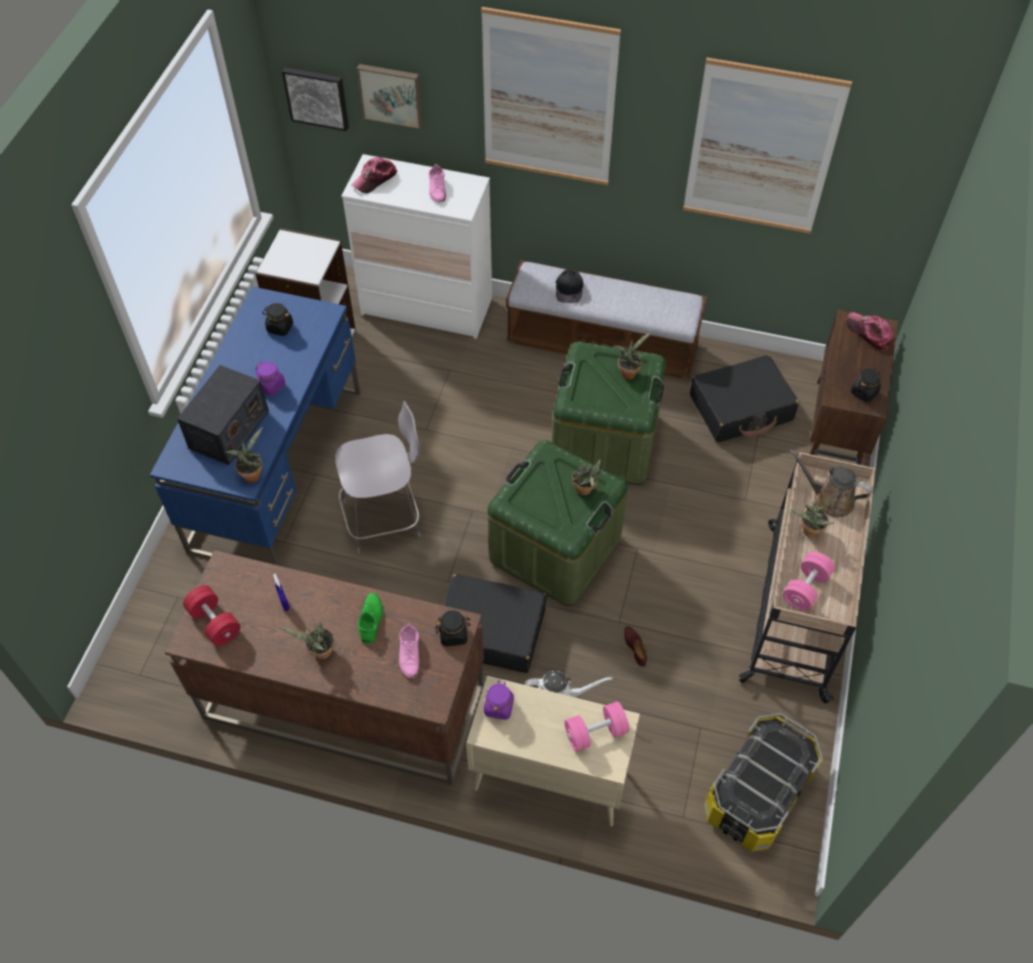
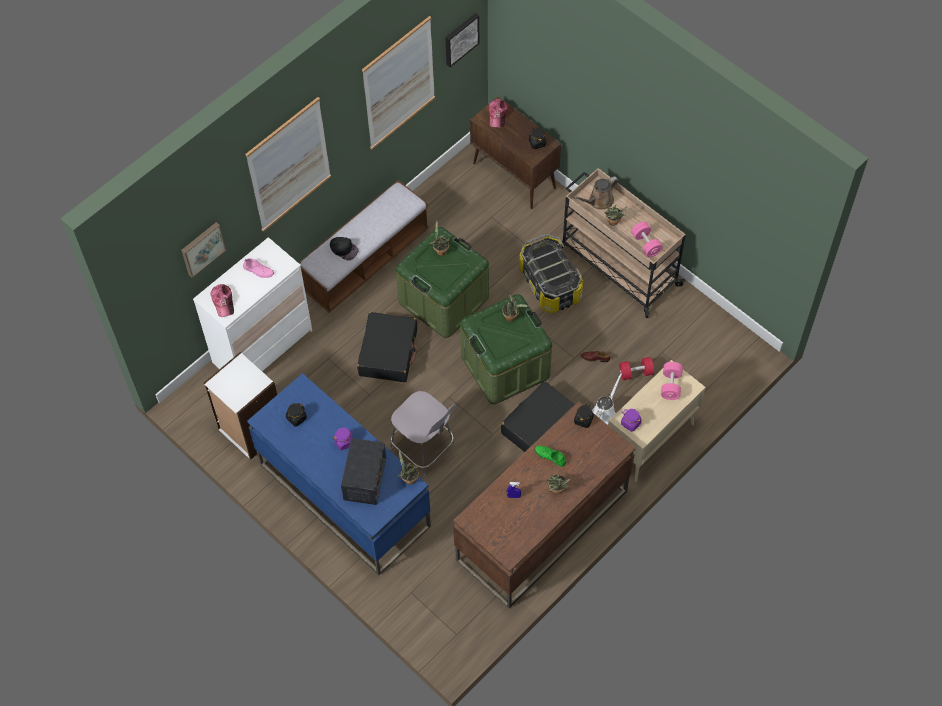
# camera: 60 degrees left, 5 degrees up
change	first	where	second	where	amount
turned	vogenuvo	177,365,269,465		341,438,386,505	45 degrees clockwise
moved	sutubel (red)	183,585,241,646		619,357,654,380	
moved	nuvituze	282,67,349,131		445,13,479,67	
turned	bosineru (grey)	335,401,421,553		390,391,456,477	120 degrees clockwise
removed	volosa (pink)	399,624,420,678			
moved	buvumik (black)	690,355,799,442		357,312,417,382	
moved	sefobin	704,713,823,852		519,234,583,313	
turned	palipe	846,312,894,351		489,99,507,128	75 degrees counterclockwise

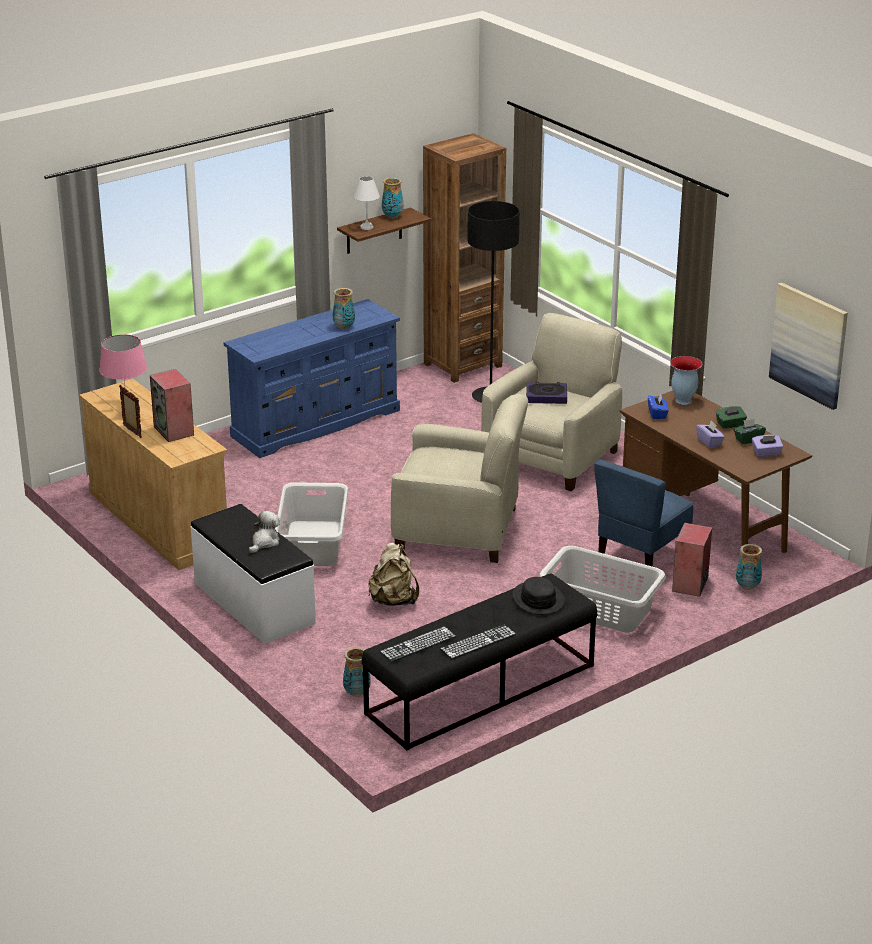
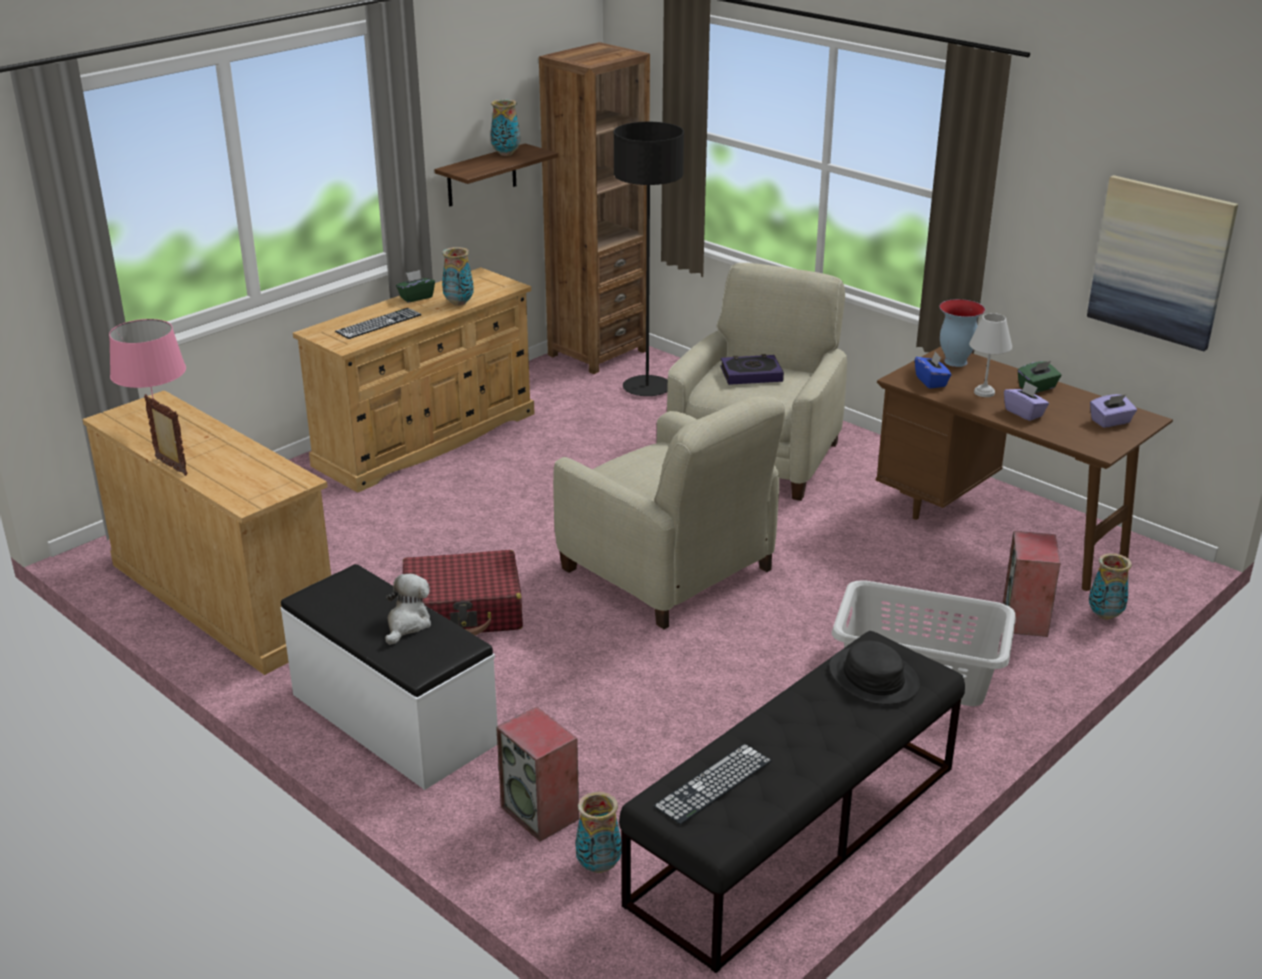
# camera: 10 degrees left, 0 degrees up
change	first	where	second	where	amount
moved	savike	150,369,194,442		496,706,579,842	
recoloured	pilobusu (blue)	224,299,400,458	pilobusu (beige)	293,267,535,493	
replaced	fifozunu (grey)	275,482,348,566	buvumik (red)	403,550,523,635	
moved	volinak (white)	353,176,380,230		969,313,1012,397	
removed	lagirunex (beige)	368,543,419,606			
turned	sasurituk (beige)	391,394,528,563		553,396,785,629	45 degrees clockwise
moved	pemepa	440,624,516,659		335,308,422,339	
removed	bosineru (blue)	594,459,694,566			
moved	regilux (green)	734,419,766,444		396,270,435,302	

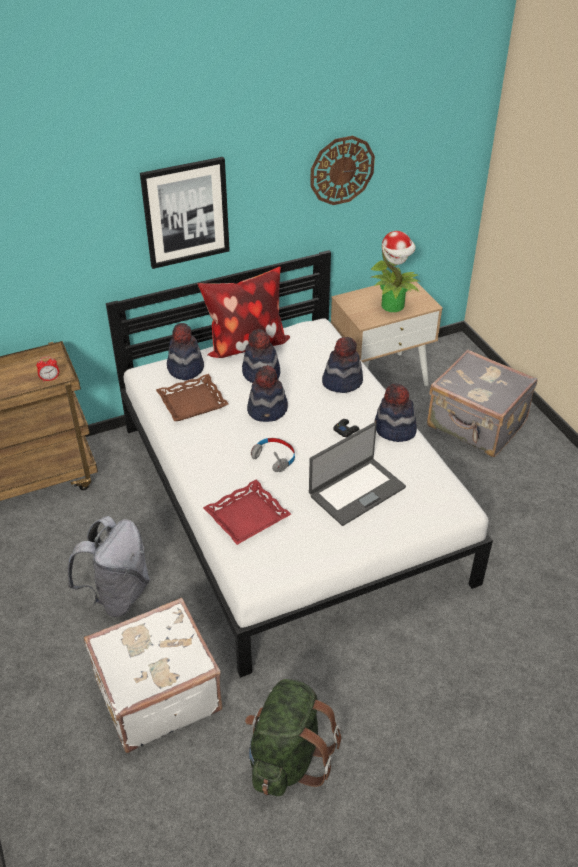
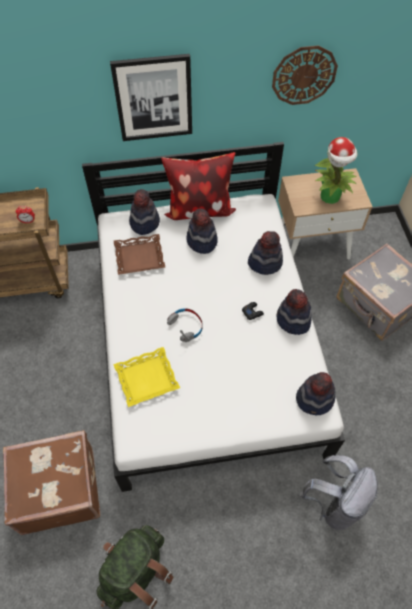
# camera: 15 degrees right, 15 degrees up
change	first	where	second	where	amount
moved	lagirunex (grey)	67,516,150,617		300,455,378,530	
recoloured	buvumik (white)	84,598,222,753	buvumik (brown)	3,430,100,535	
recoloured	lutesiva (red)	203,479,291,545	lutesiva (yellow)	113,347,180,407	
moved	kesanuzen	247,365,288,422		296,372,335,415	
removed	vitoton	309,423,406,526			

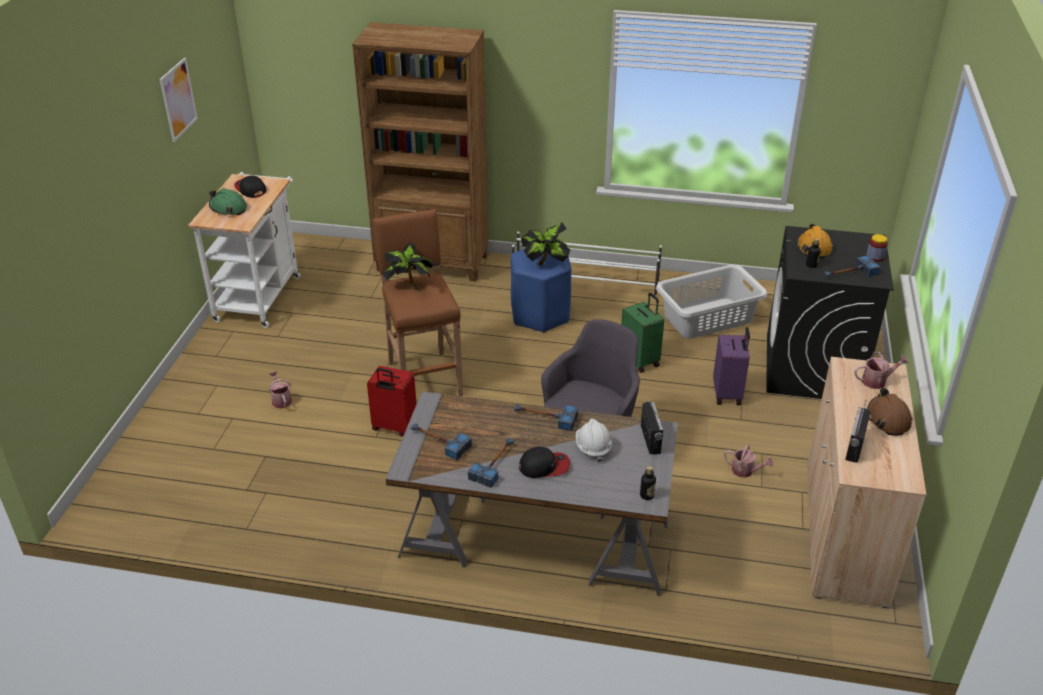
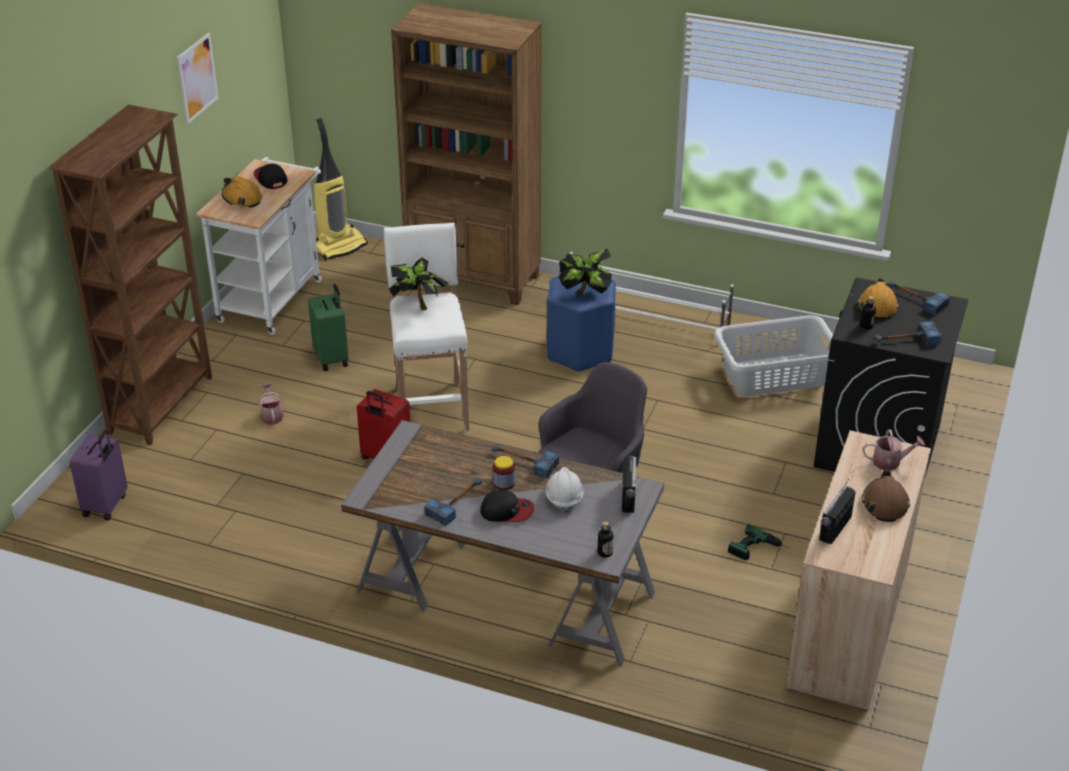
# camera: 10 degrees right, 0 degrees up
change	first	where	second	where	amount
recoloured	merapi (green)	209,188,247,215	merapi (orange)	222,176,262,208	
recoloured	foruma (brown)	373,209,463,396	foruma (white)	384,223,469,433	
moved	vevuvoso	411,423,472,460		888,281,950,315	
moved	buvumik (green)	621,293,664,373		308,284,349,371	
moved	buvumik (purple)	713,327,750,405		70,430,127,521	
replaced	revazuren	724,445,773,478	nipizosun	728,525,790,560	
moved	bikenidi	866,234,888,262		493,456,515,490	
added			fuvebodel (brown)	48,105,212,445	
added			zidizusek	314,118,368,260	

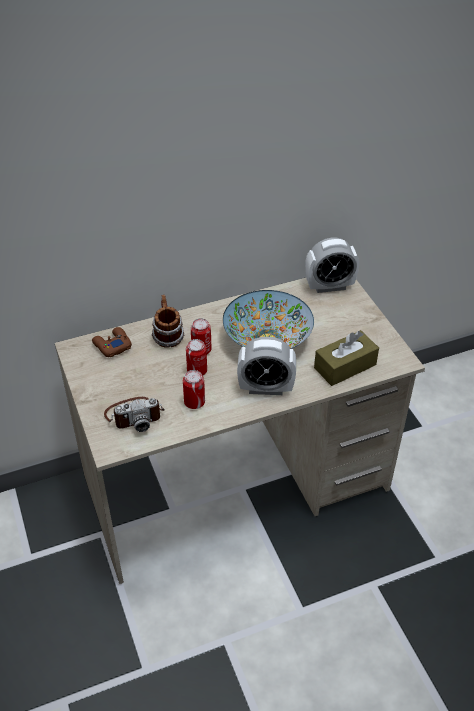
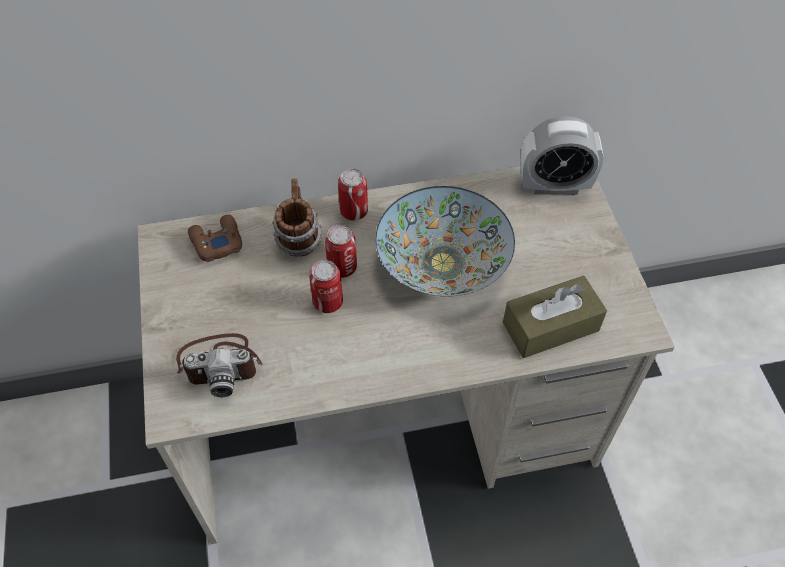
# camera: 10 degrees right, 10 degrees up
change	first	where	second	where	amount
moved	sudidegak	183,370,205,409		338,168,368,220	
removed	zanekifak	237,337,296,395			

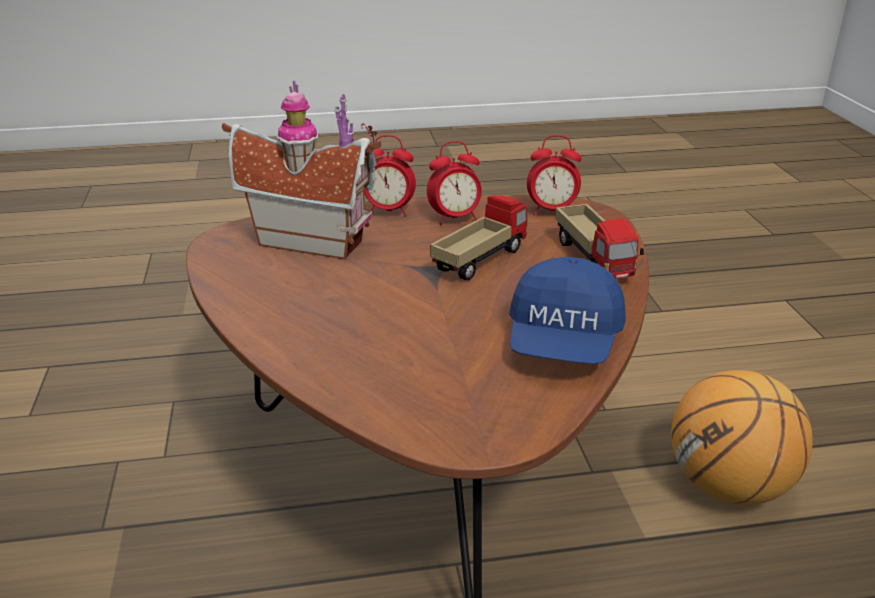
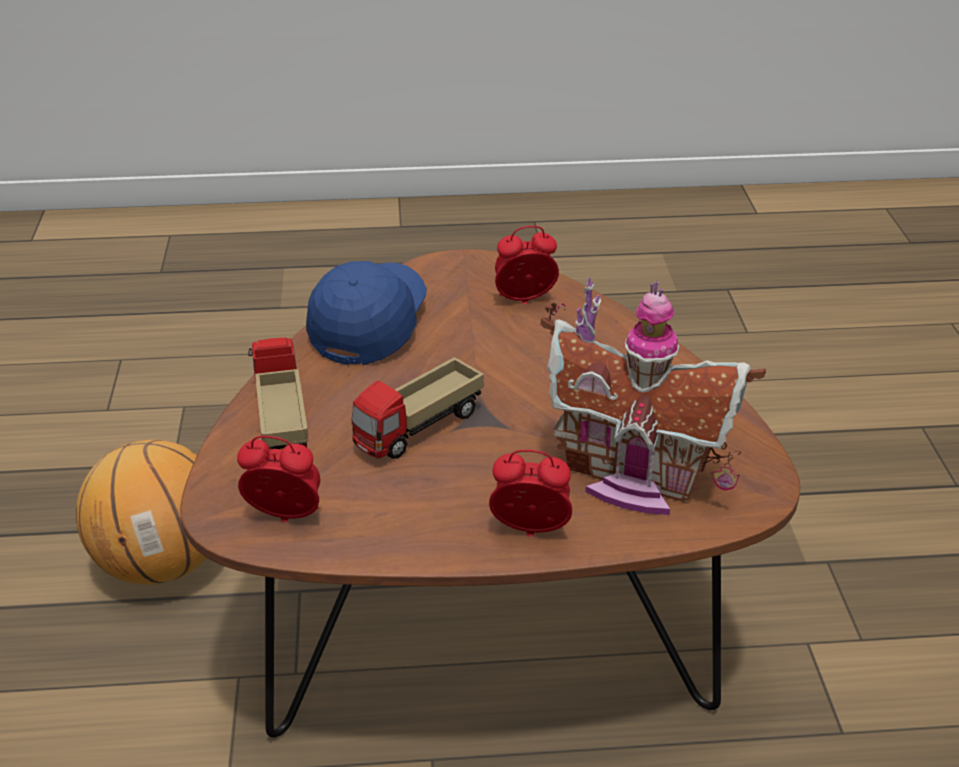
# camera: 175 degrees left, 5 degrees up
change	first	where	second	where	amount
moved	zanekifak	427,141,482,225		495,226,559,304	

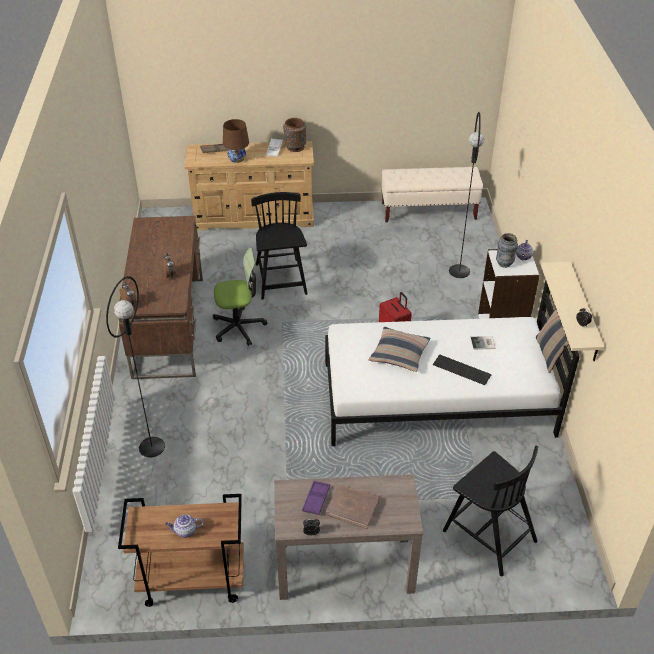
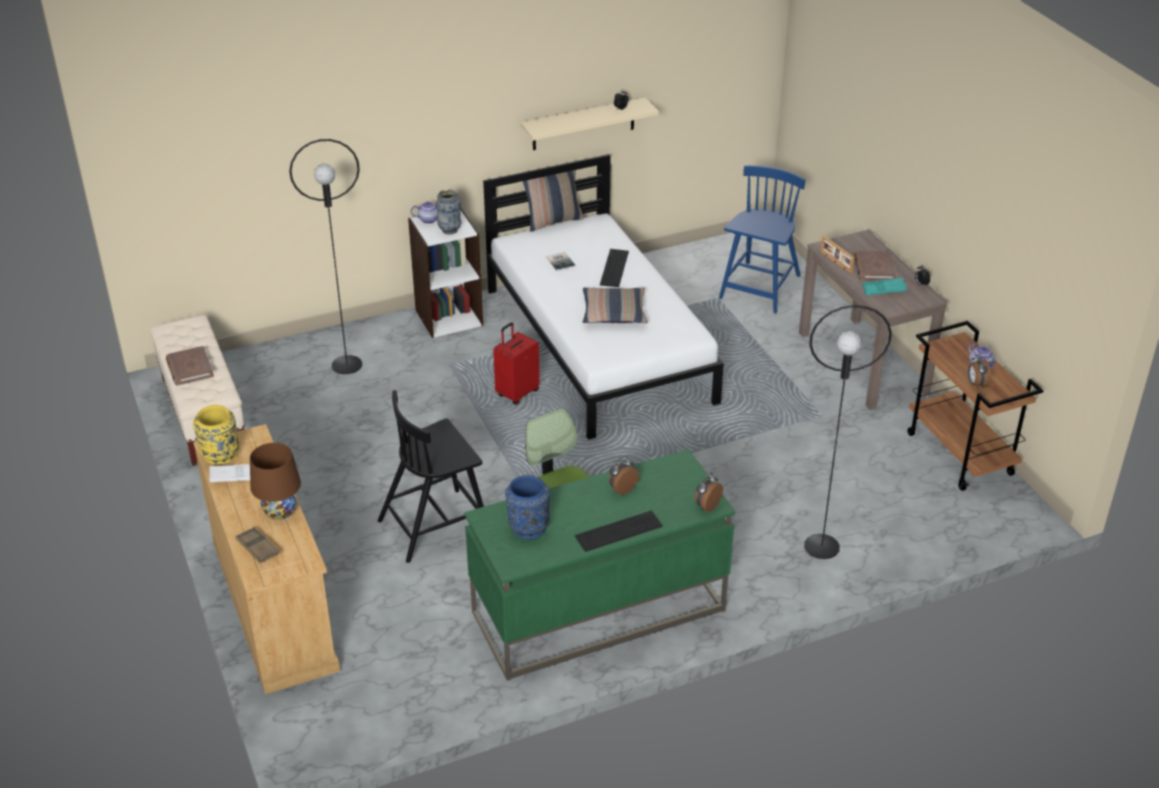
# camera: 110 degrees left, 5 degrees down
change	first	where	second	where	amount
recoloured	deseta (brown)	119,216,203,379	deseta (green)	464,449,736,681	
recoloured	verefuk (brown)	283,118,306,152	verefuk (yellow)	193,405,239,465	
recoloured	lutesiva (purple)	302,481,330,515	lutesiva (turquoise)	862,278,907,295	
recoloured	bosineru (black)	443,446,538,576	bosineru (blue)	719,165,805,313	
added			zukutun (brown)	166,346,214,385	
added			verefuk (blue)	505,475,550,539	
added			pemepa	575,510,663,552	
added			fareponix	821,236,854,274	
added			zanekifak	968,353,991,389	

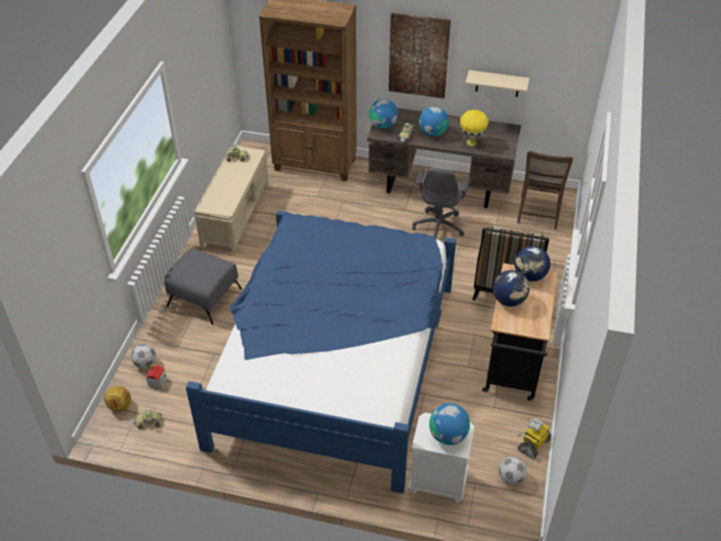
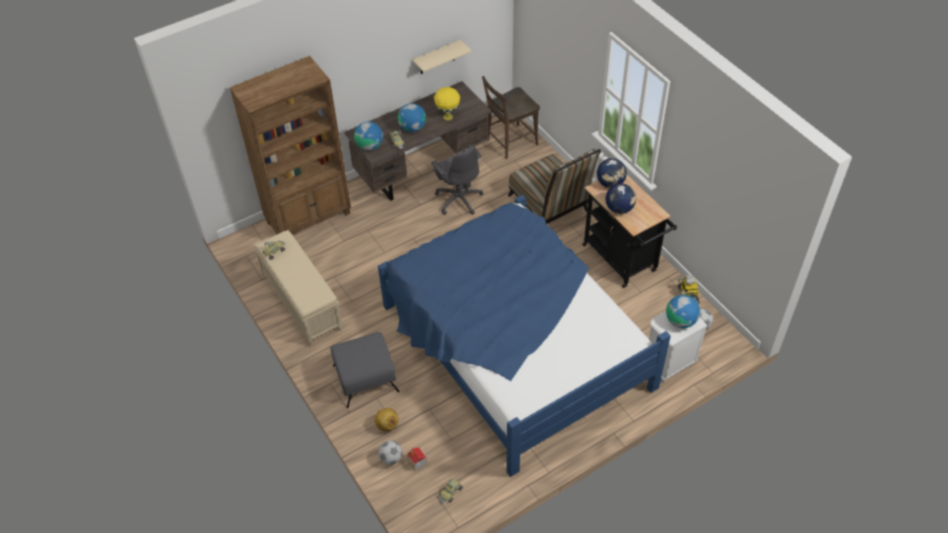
# camera: 45 degrees left, 5 degrees up
change	first	where	second	where	amount
moved	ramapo	104,386,131,412		375,408,399,431	
removed	nuvituze	389,13,451,99			
turned	bosineru (brown)	517,151,573,229		482,76,540,159	90 degrees clockwise

